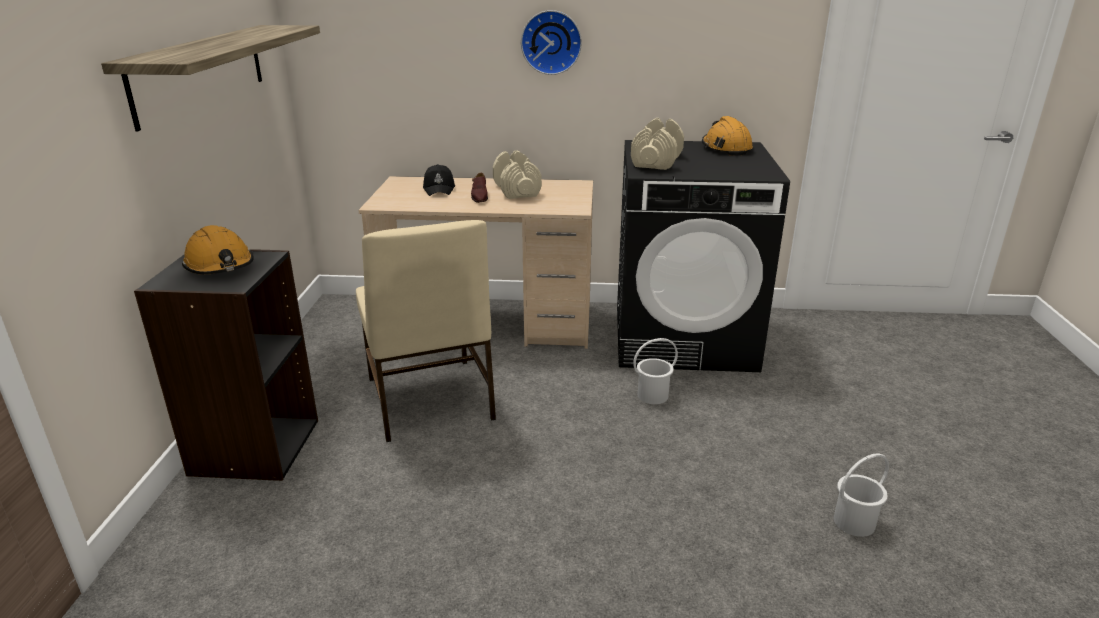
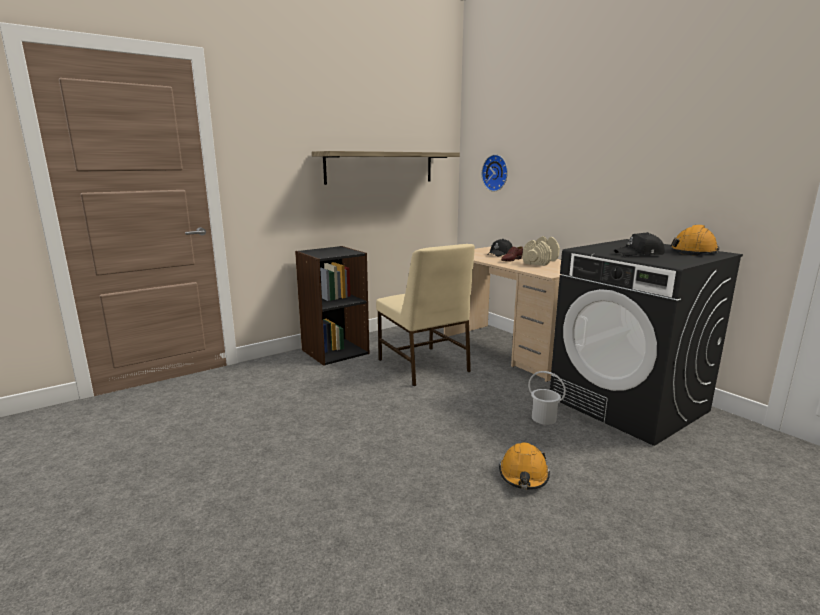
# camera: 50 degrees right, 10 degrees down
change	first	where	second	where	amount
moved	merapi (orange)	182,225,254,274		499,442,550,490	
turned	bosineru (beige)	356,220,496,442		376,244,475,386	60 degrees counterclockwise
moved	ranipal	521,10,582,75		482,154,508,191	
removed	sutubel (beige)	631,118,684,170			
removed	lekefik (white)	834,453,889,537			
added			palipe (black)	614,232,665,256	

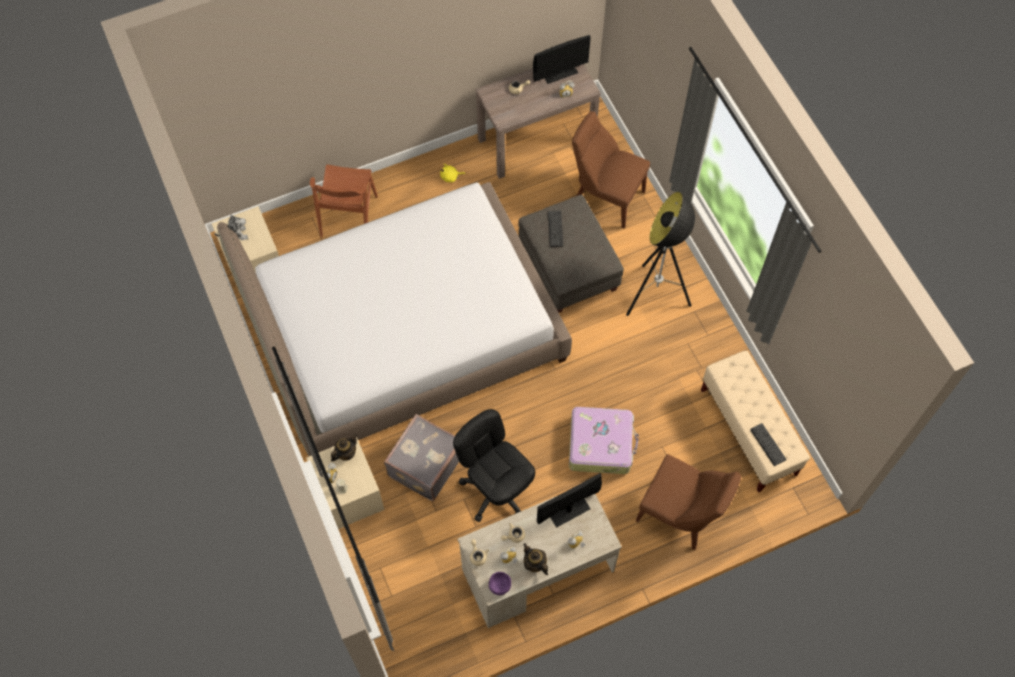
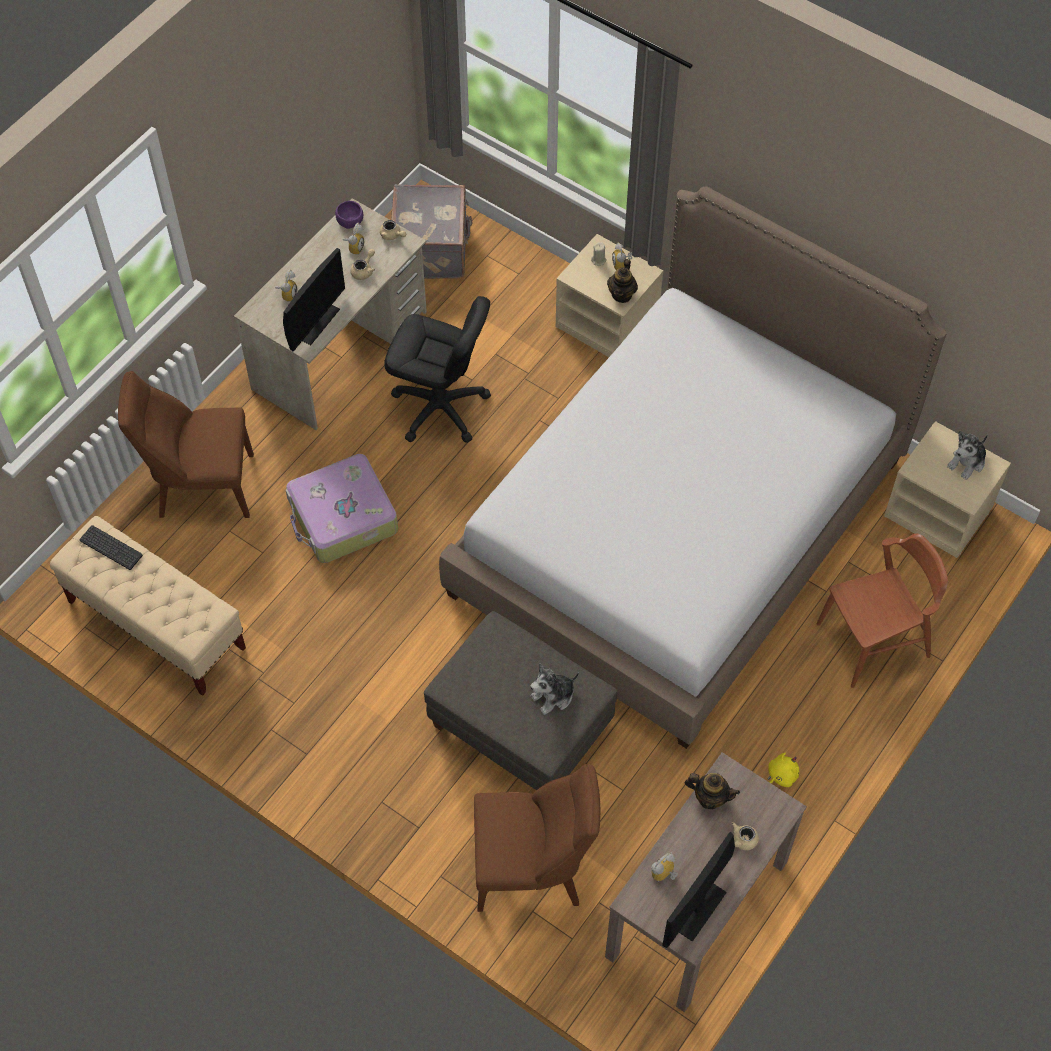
# camera: 150 degrees right, 5 degrees down
change	first	where	second	where	amount
turned	bosineru (brown)	310,164,378,237		817,534,948,688	90 degrees clockwise
moved	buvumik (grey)	384,414,459,501		391,184,473,279	
moved	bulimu	523,543,548,575		684,773,740,809	
replaced	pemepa	548,211,563,247	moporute	530,663,579,715	
removed	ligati	626,192,695,316			

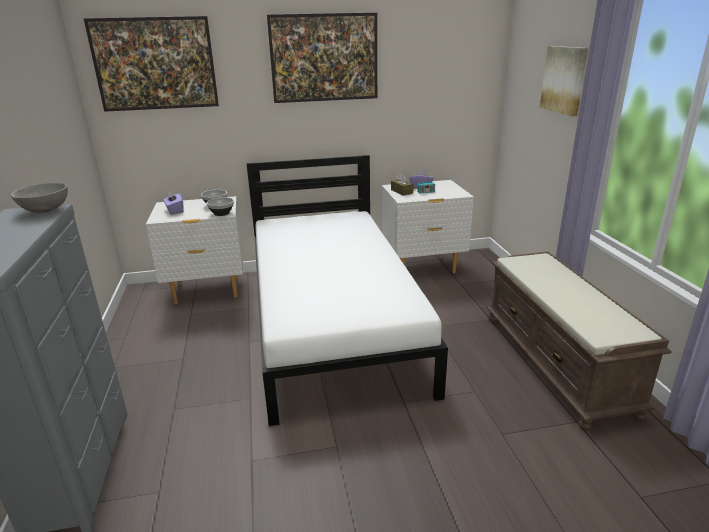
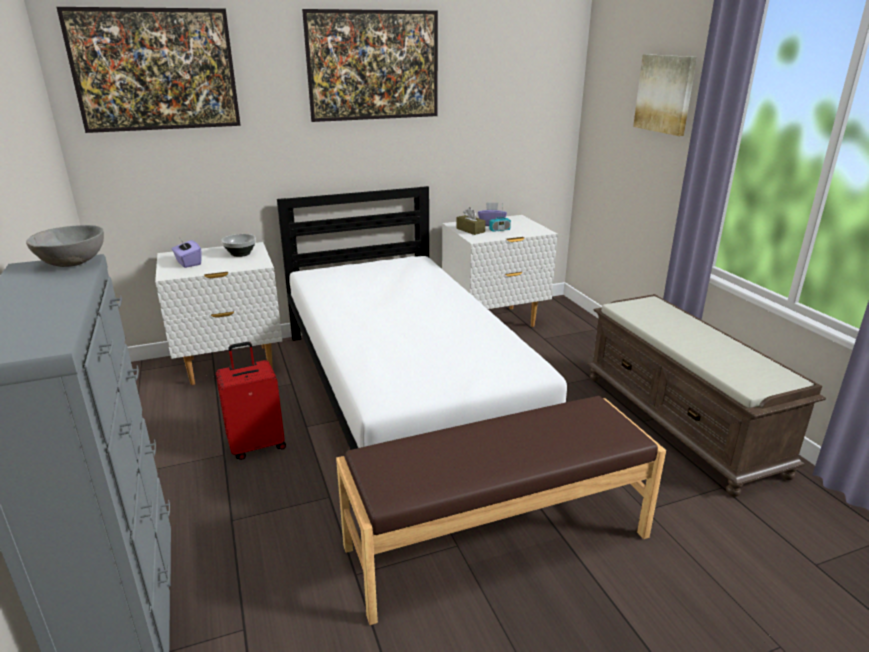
# camera: 10 degrees left, 0 degrees up
change	first	where	second	where	amount
removed	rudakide	206,197,234,216			
added			buvumik (red)	216,342,286,460	
added			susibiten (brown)	336,396,666,625	

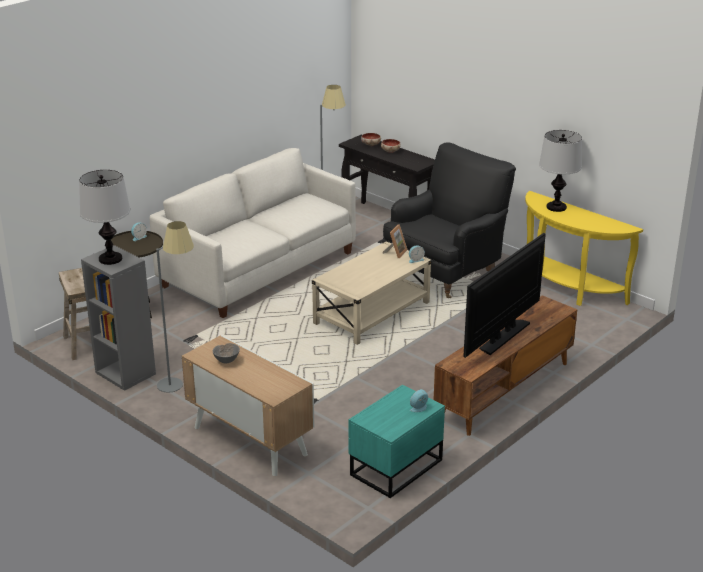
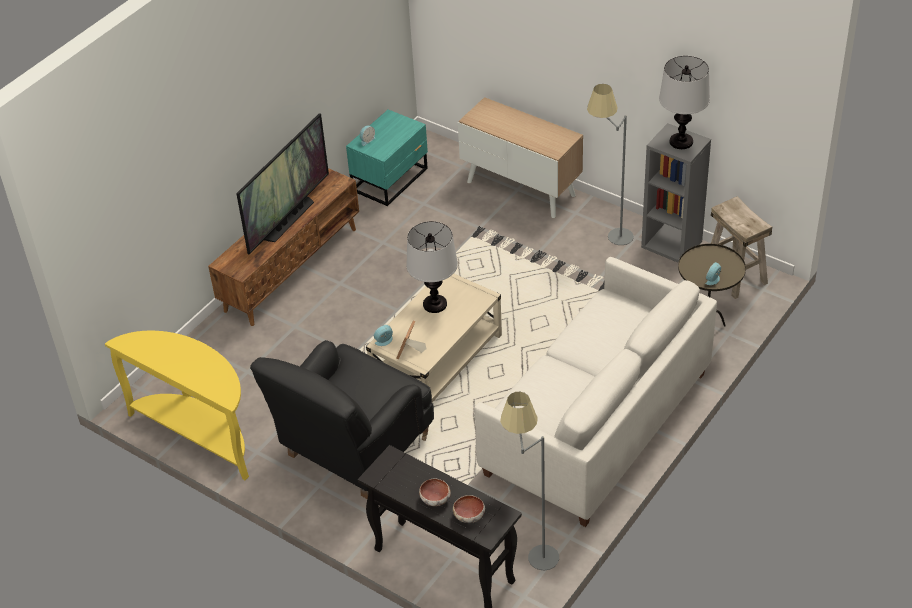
# camera: 175 degrees right, 15 degrees up
change	first	where	second	where	amount
removed	rudakide (grey)	213,343,240,364			
moved	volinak	539,130,582,212		406,221,458,313	

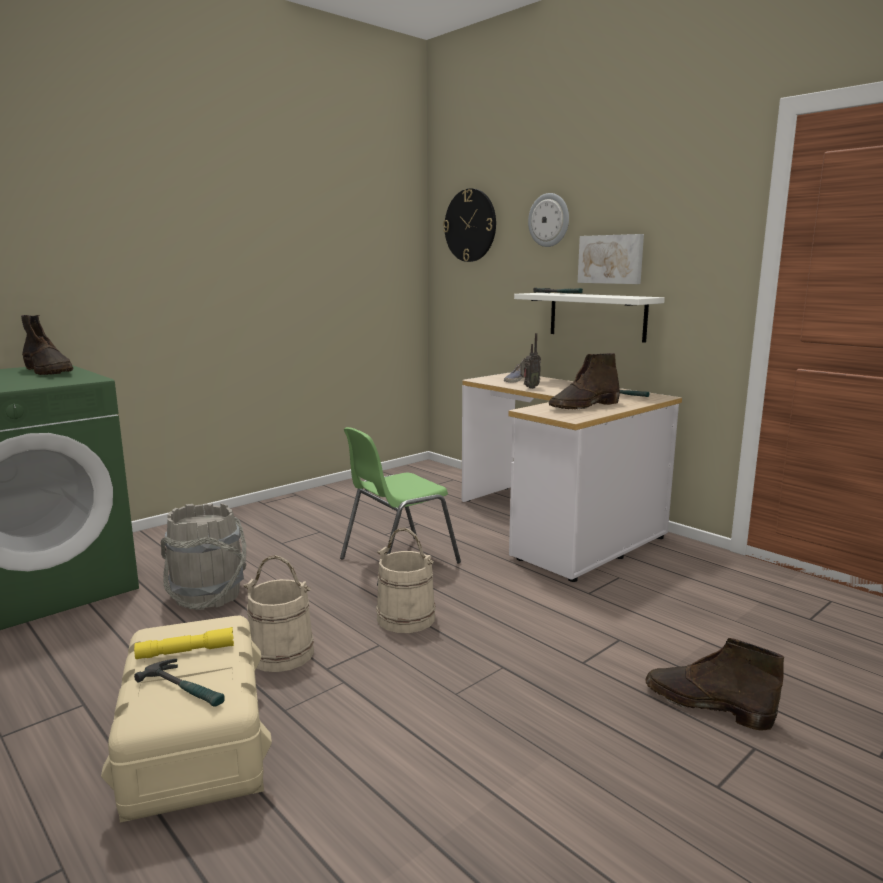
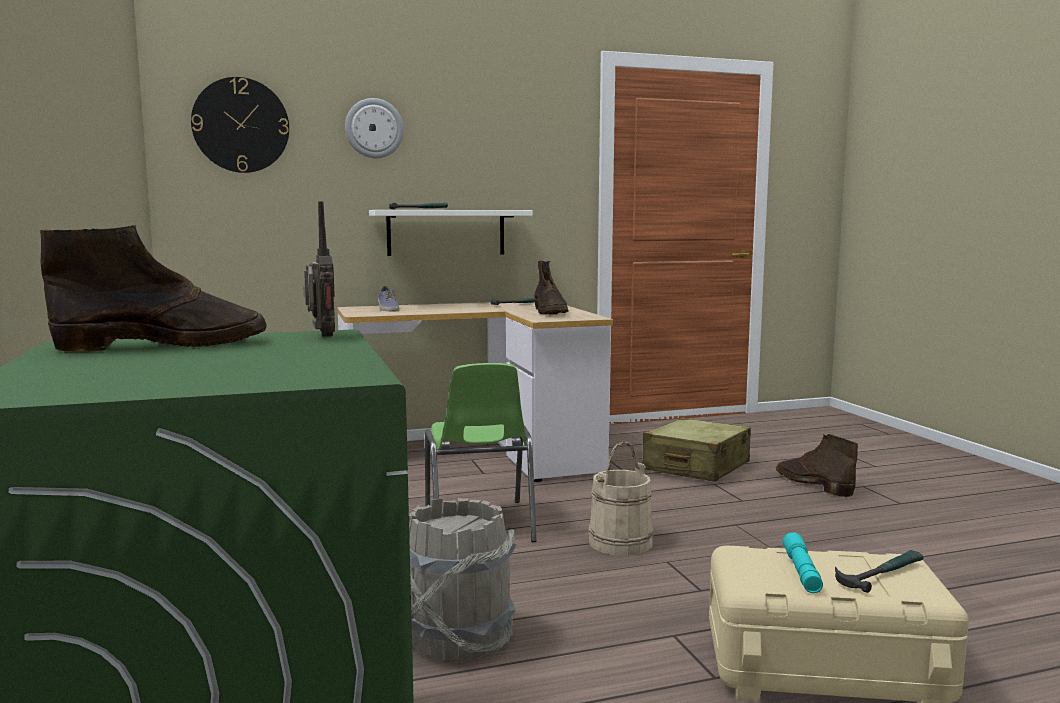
# camera: 65 degrees left, 5 degrees down
change	first	where	second	where	amount
recoloured	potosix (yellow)	134,627,234,659	potosix (turquoise)	783,532,823,593	
removed	lekefik (beige)	243,555,314,672			
moved	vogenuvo	520,333,541,389		303,201,335,337	
removed	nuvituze	578,234,644,284			
turned	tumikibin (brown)	645,638,784,731		776,434,858,498	90 degrees clockwise
added			buvumik (beige)	642,418,751,482	

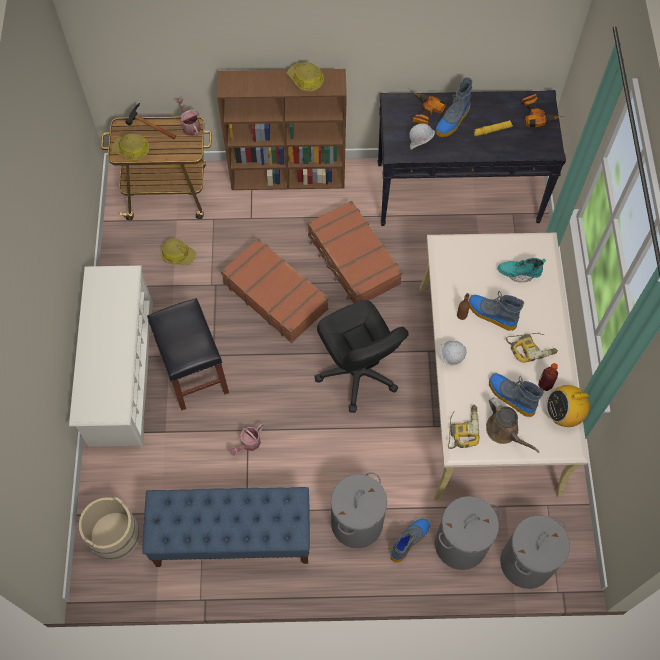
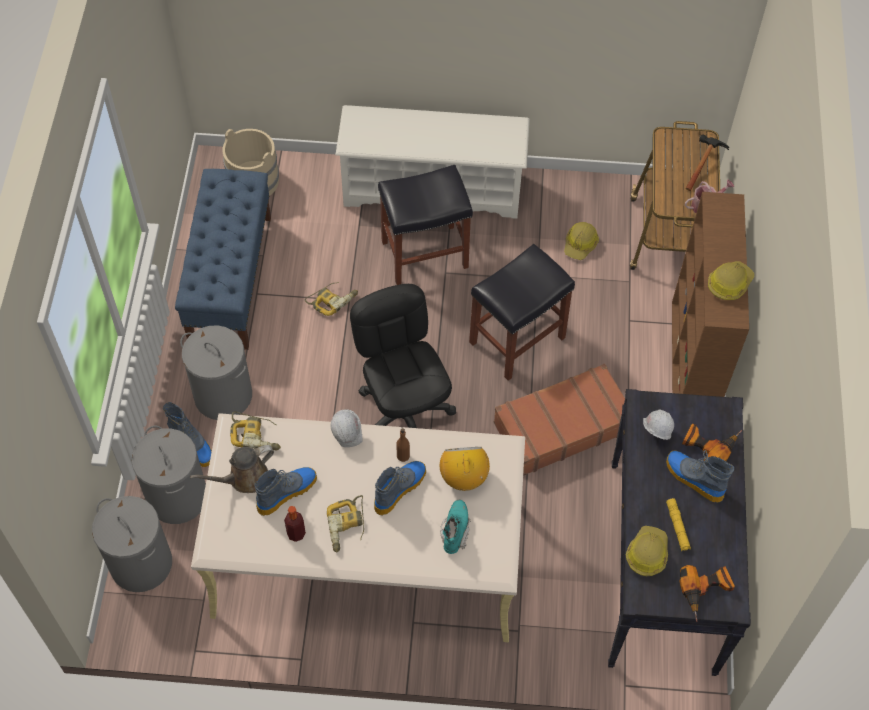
# camera: 95 degrees right, 5 degrees down
change	first	where	second	where	amount
moved	merapi	112,134,150,161		626,526,668,576	
replaced	buvumik (brown)	221,238,329,343	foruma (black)	469,244,575,381	
replaced	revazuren	230,423,264,456	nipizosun	305,282,358,316	
turned	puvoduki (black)	315,300,409,413		350,284,456,428	90 degrees clockwise
moved	vogenuvo	546,384,589,427		440,447,490,491	

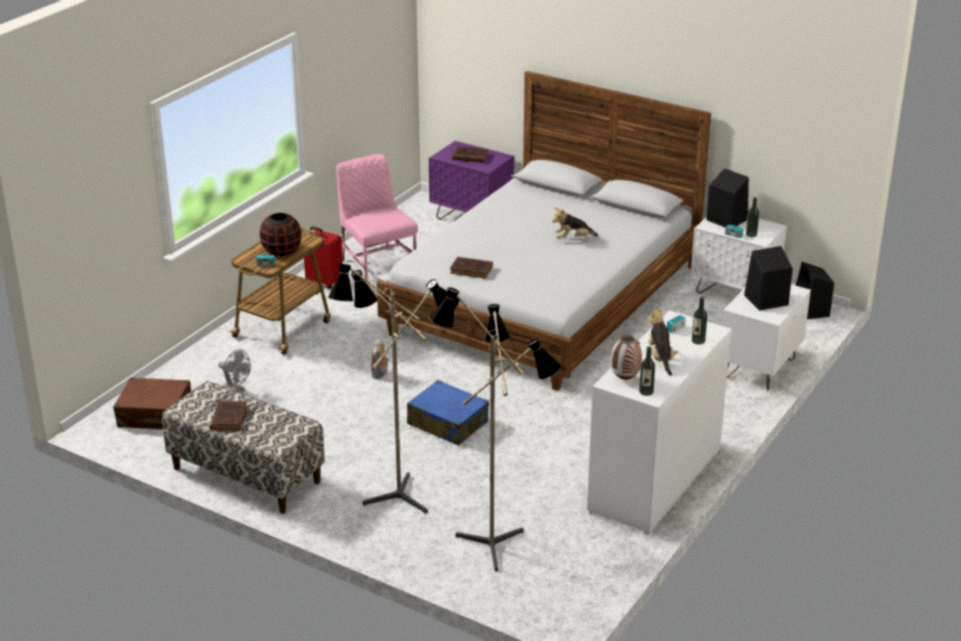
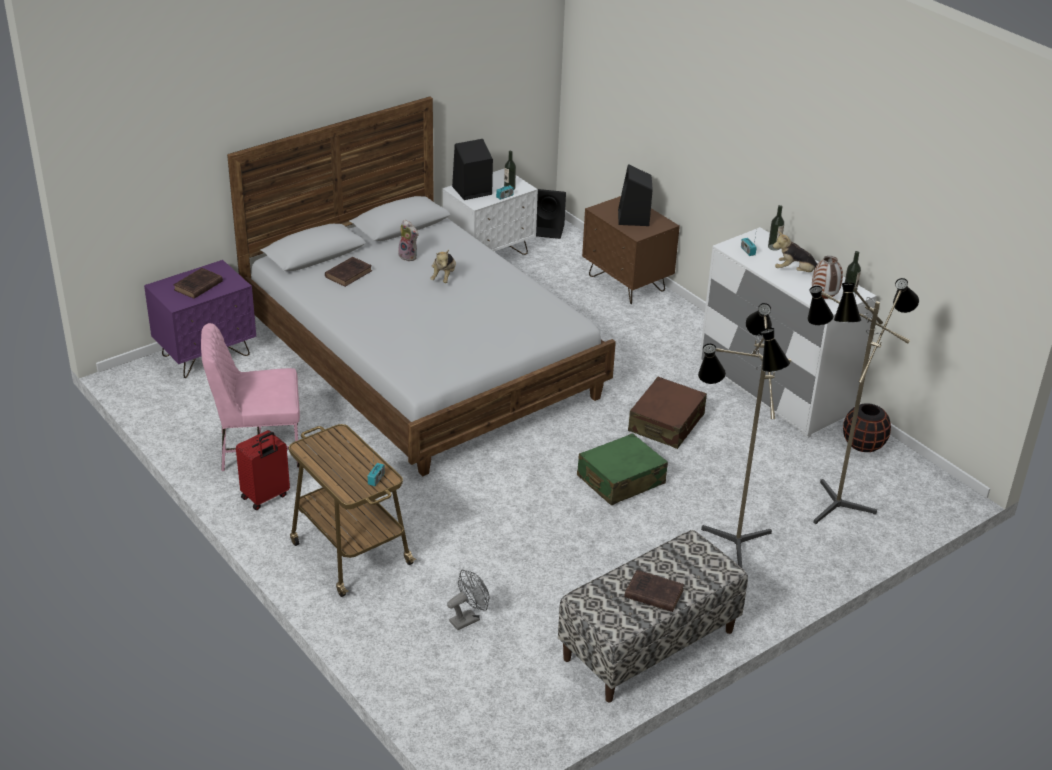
# camera: 70 degrees left, 5 degrees up
change	first	where	second	where	amount
moved	buvumik (brown)	113,378,191,429		628,377,707,449	
moved	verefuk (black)	260,213,302,256		843,403,891,452	
moved	moporute	371,339,389,379		398,220,419,261	
recoloured	buvumik (blue)	407,380,489,445	buvumik (green)	577,433,668,506	
moved	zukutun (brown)	450,257,493,279		325,257,372,287	
recoloured	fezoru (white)	722,284,811,390	fezoru (brown)	582,196,680,304	

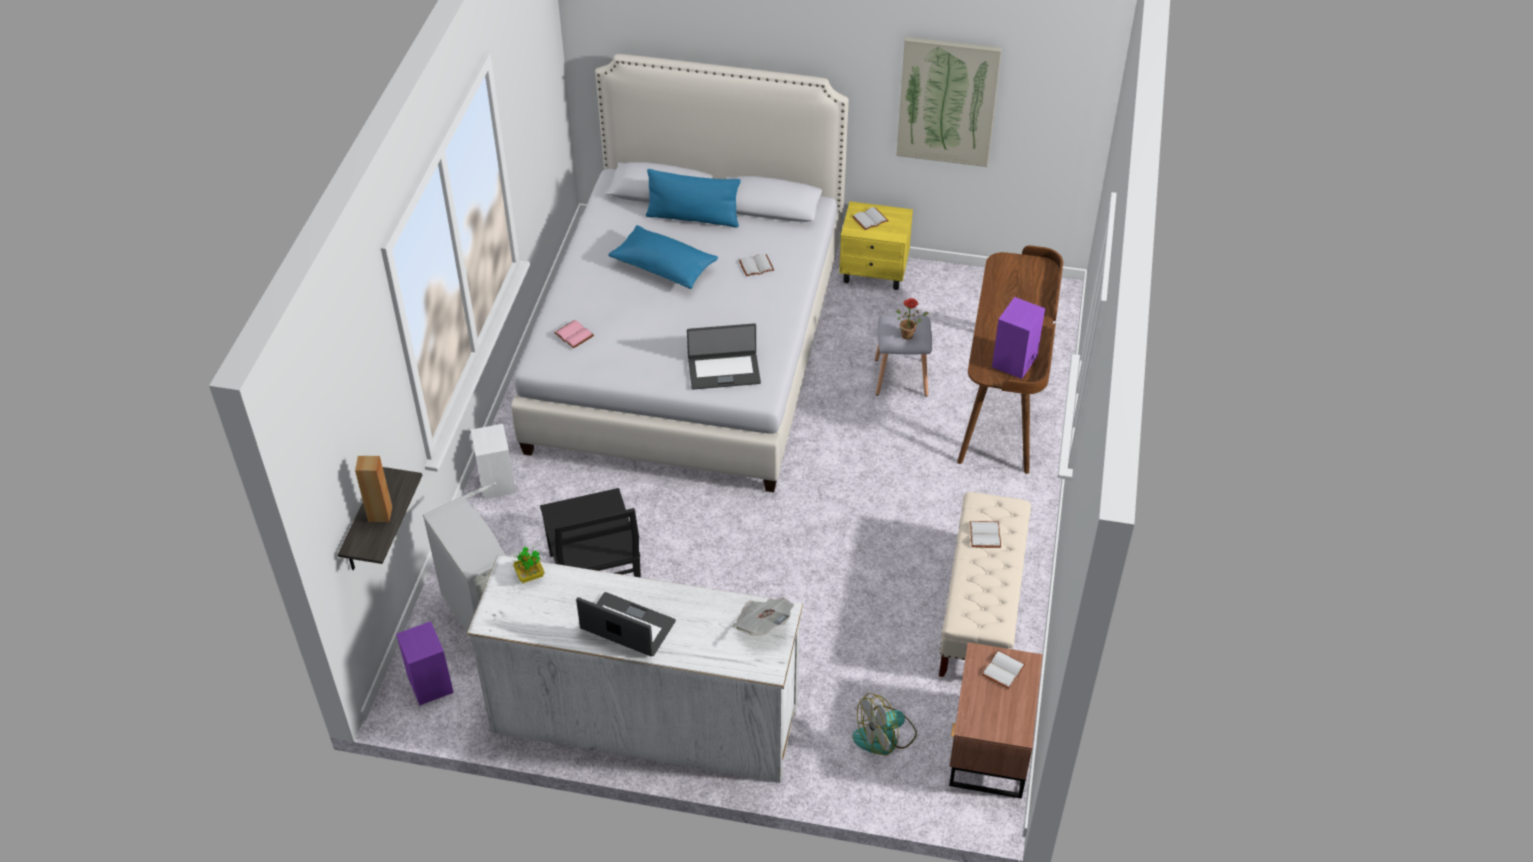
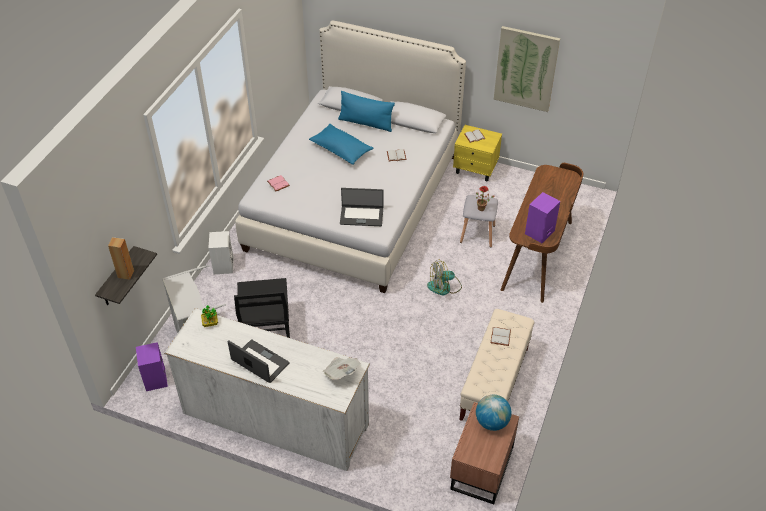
# camera: 10 degrees right, 0 degrees up
change	first	where	second	where	amount
moved	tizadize	852,693,917,756		427,259,462,295	
replaced	zukutun (white)	981,650,1026,689	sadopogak	476,395,512,431	

